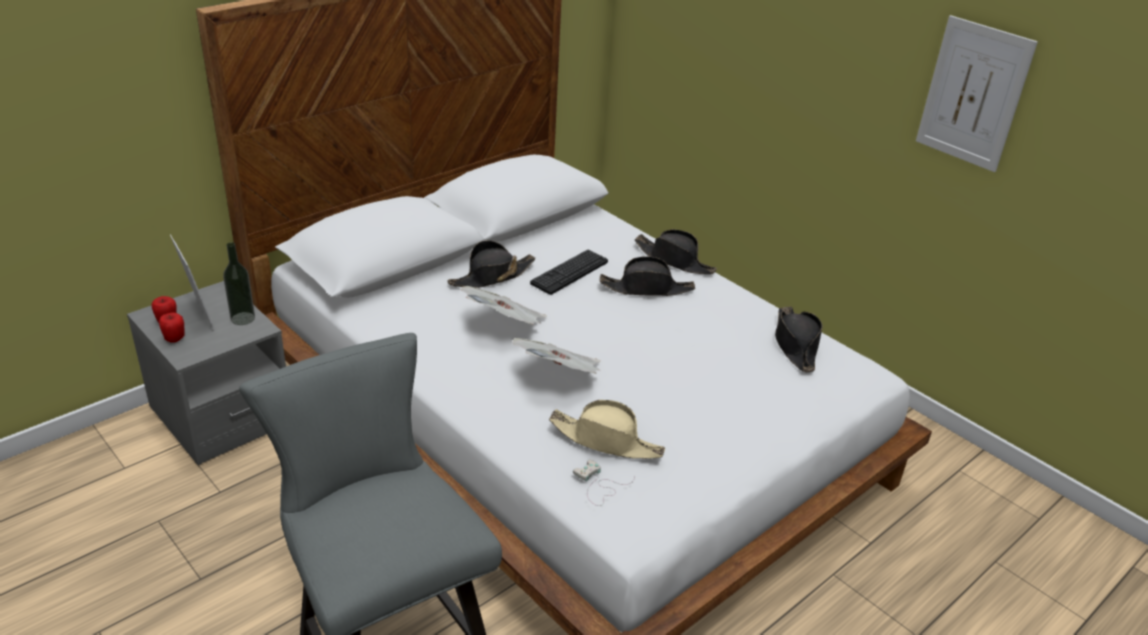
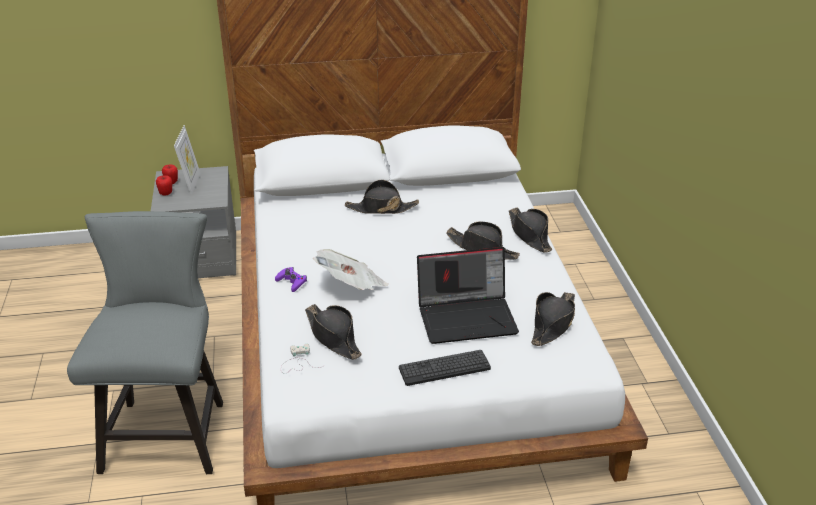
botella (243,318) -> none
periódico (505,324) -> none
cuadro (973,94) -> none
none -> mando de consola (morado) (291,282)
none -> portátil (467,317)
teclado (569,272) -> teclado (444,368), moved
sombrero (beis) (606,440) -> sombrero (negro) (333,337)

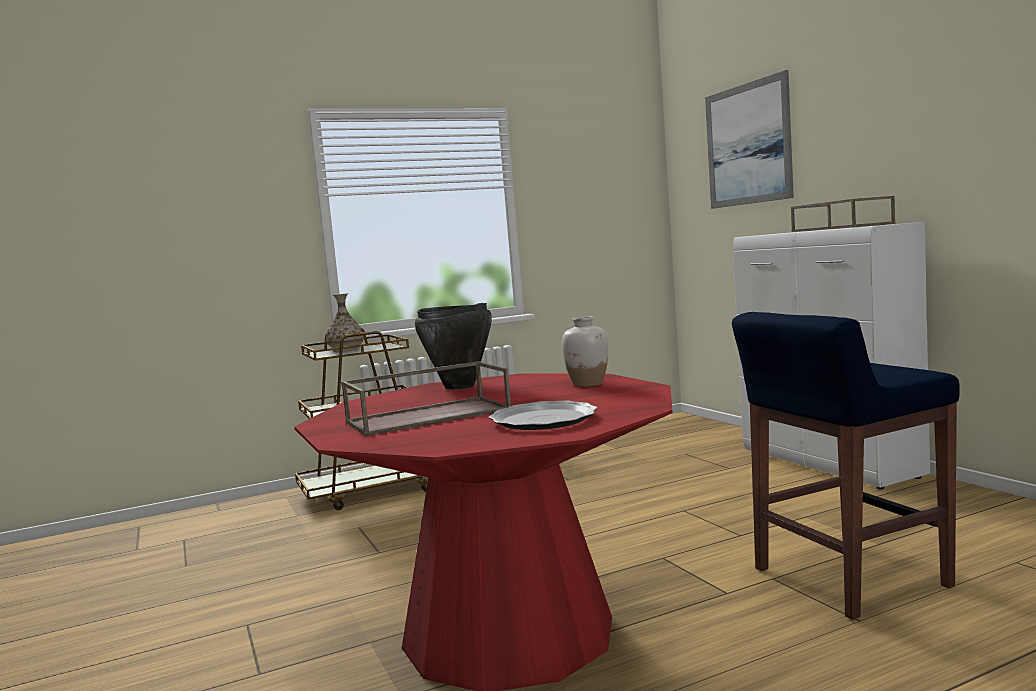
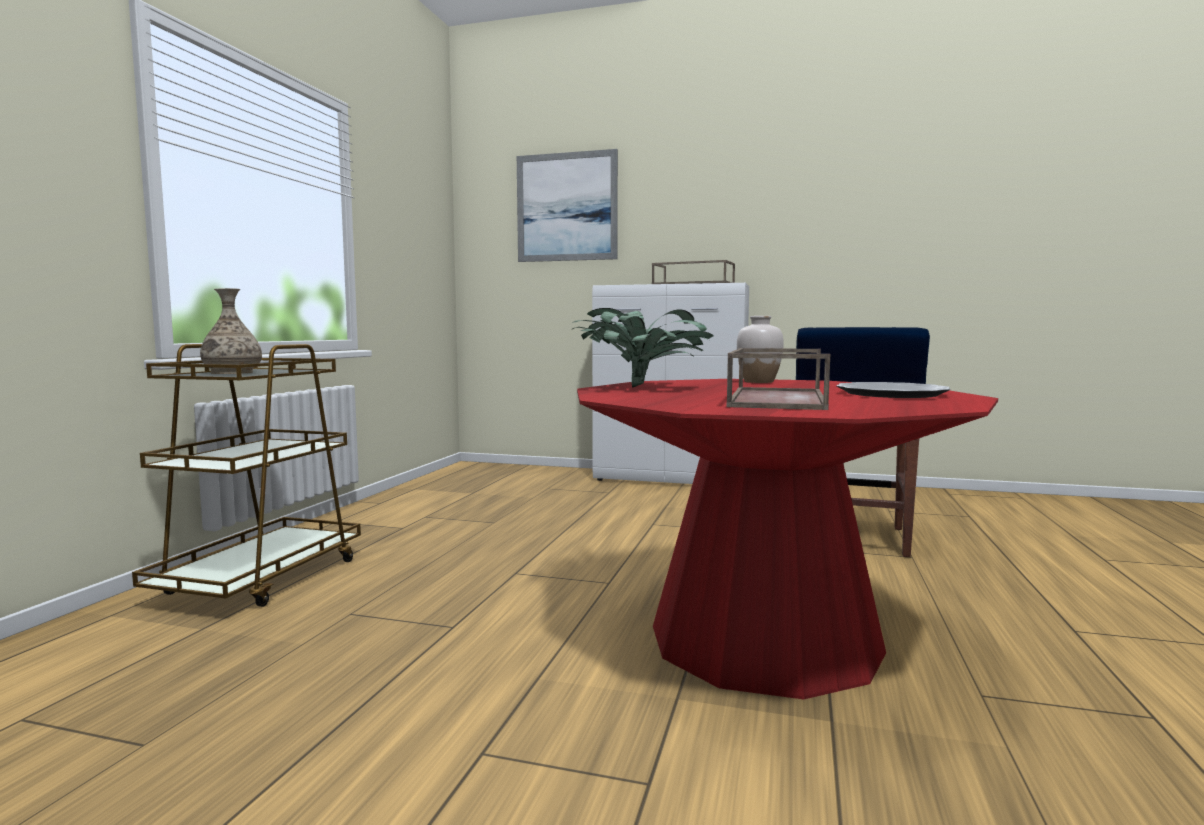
olla (negro) (459,386) -> planta en maceta (642,387)

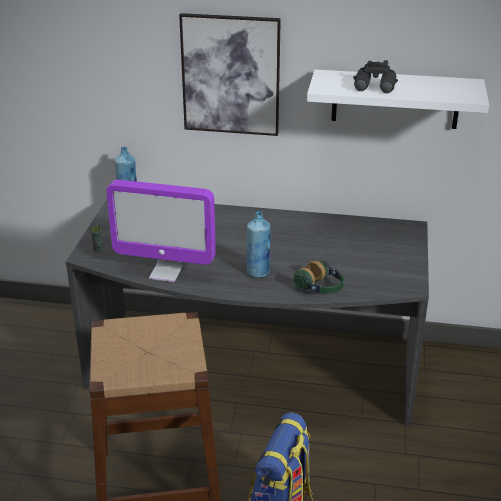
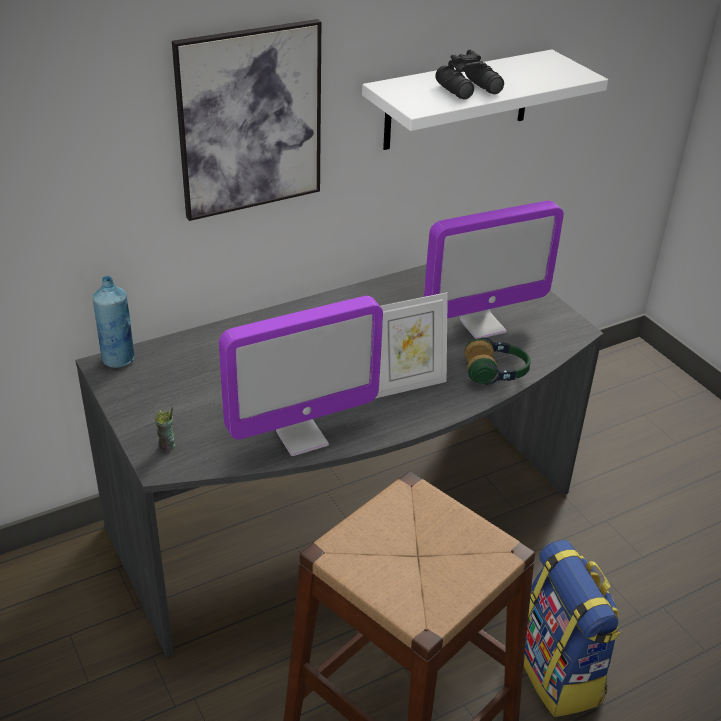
none -> monitor (482,325)
botella (azul) (258,272) -> portarretratos (407,385)

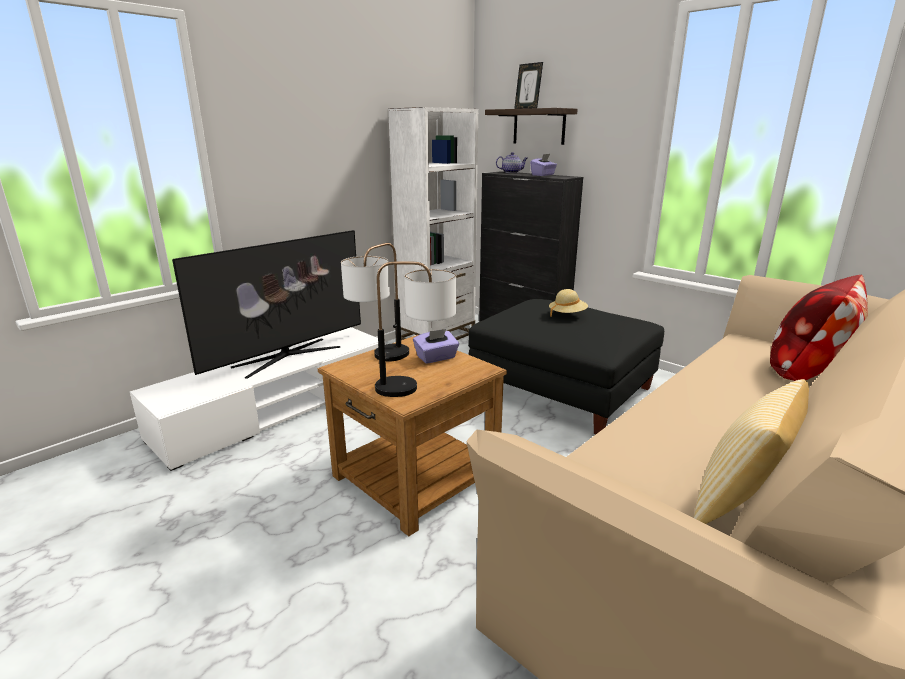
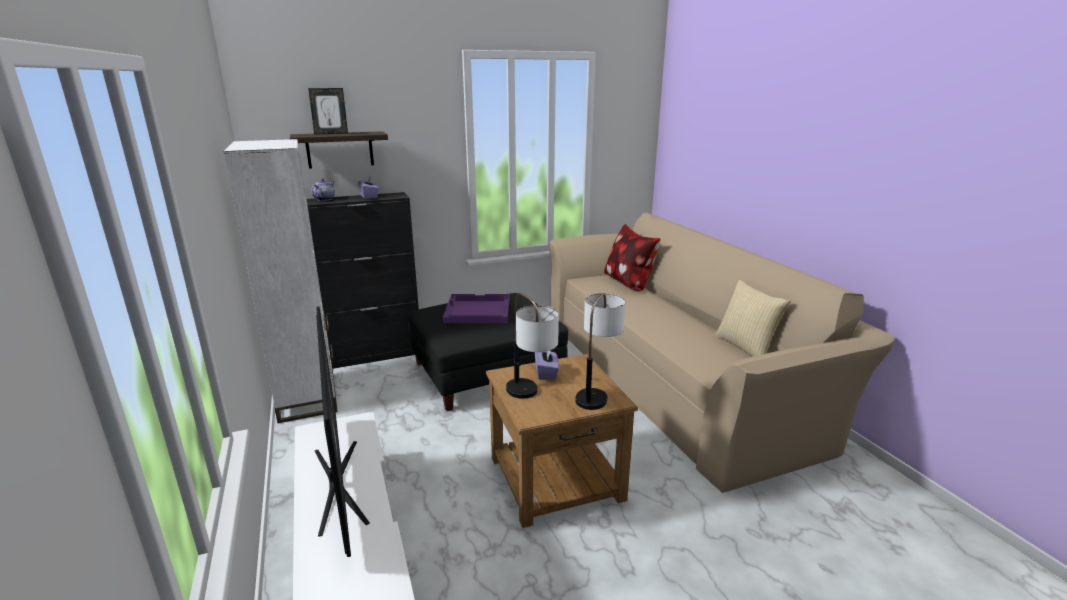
sombrero (beis) (567,314) -> bandeja (morado) (477,310)

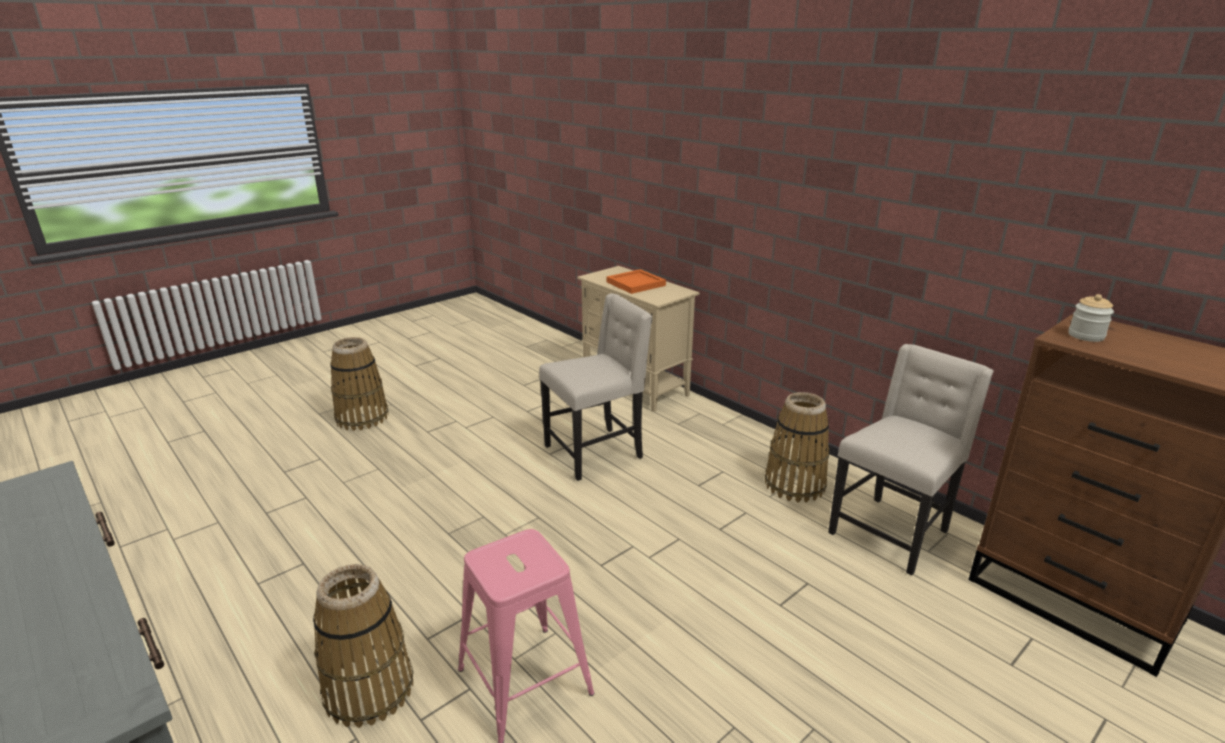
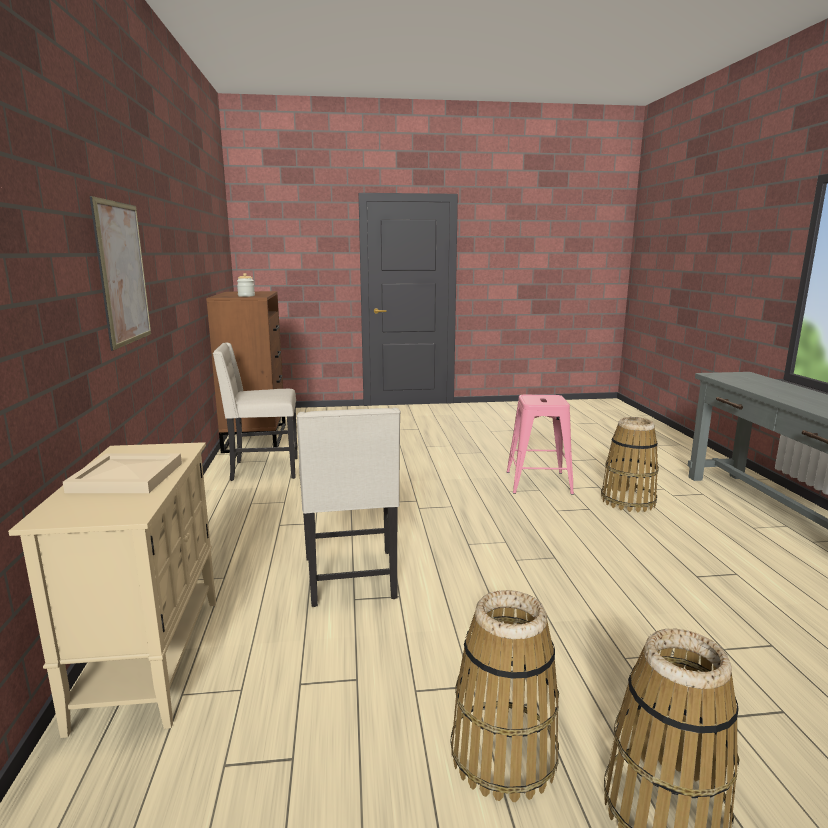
none -> cuadro (123,273)
cesta (795,485) -> cesta (503,754), moved
bandeja (naranja) (637,284) -> bandeja (beis) (126,477)
silla (beis) (596,452) -> silla (beis) (352,579), 105 degrees counterclockwise

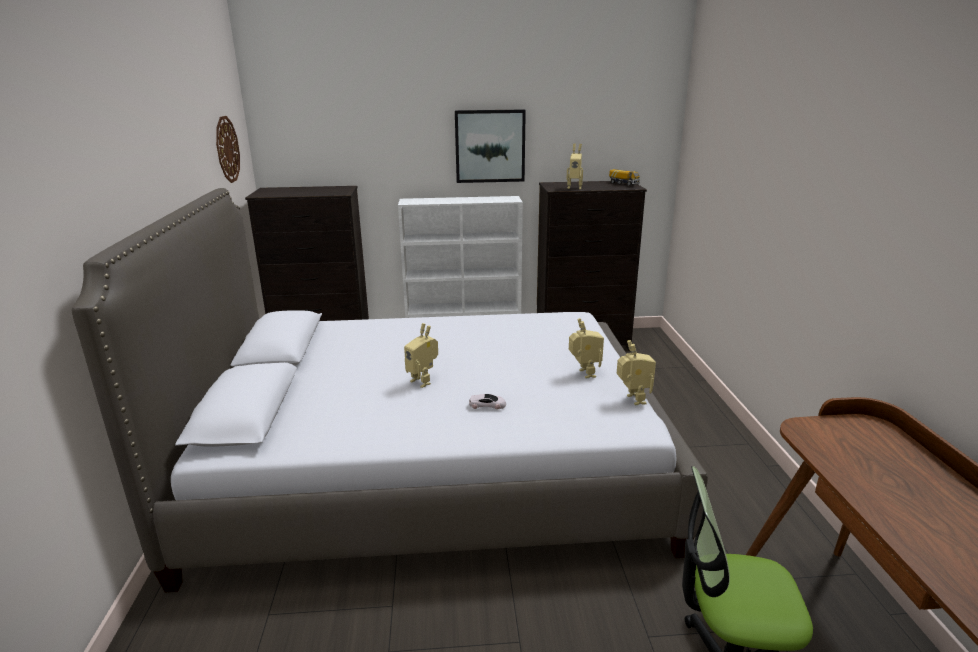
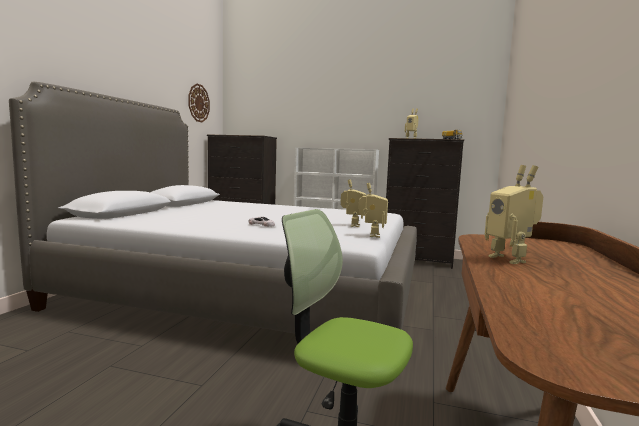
cuadro (490,146) -> none
robot de juguete (423,381) -> robot de juguete (510,259), moved

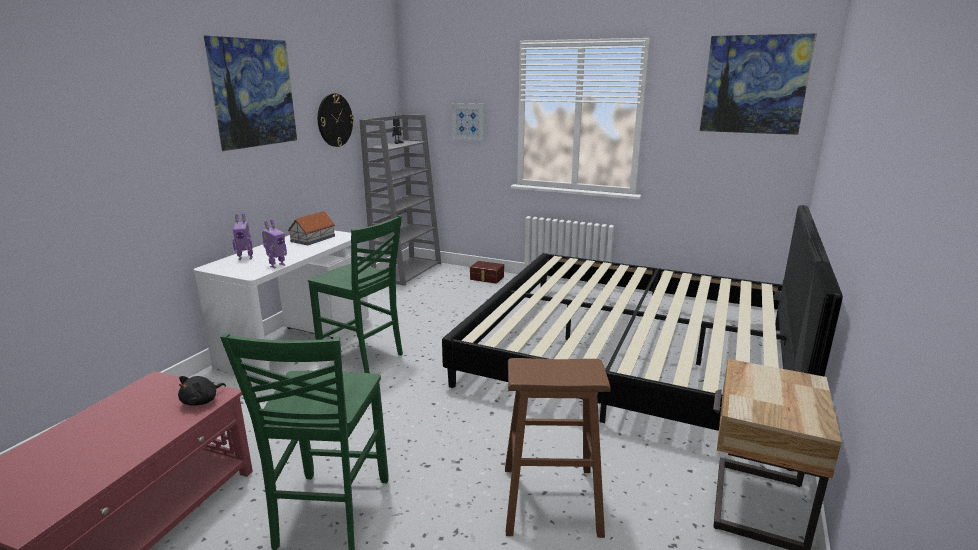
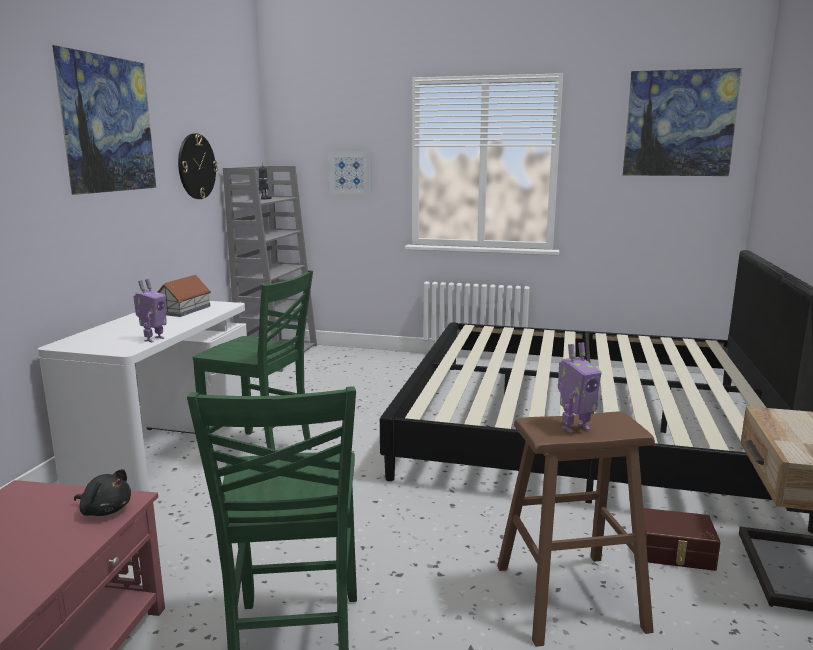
robot de juguete (245,258) -> robot de juguete (574,428), moved
caja de almacenaje (marrón) (486,278) -> caja de almacenaje (marrón) (675,553), moved
peluche (negro) (202,401) -> peluche (negro) (105,510), 90 degrees counterclockwise

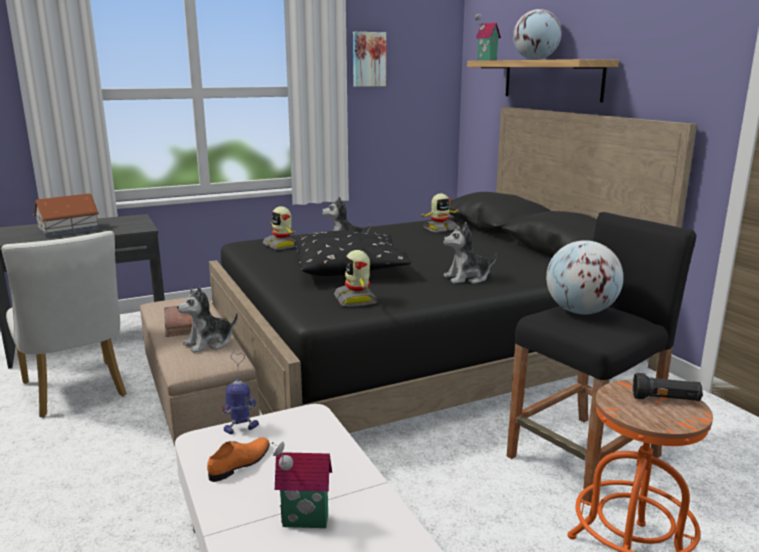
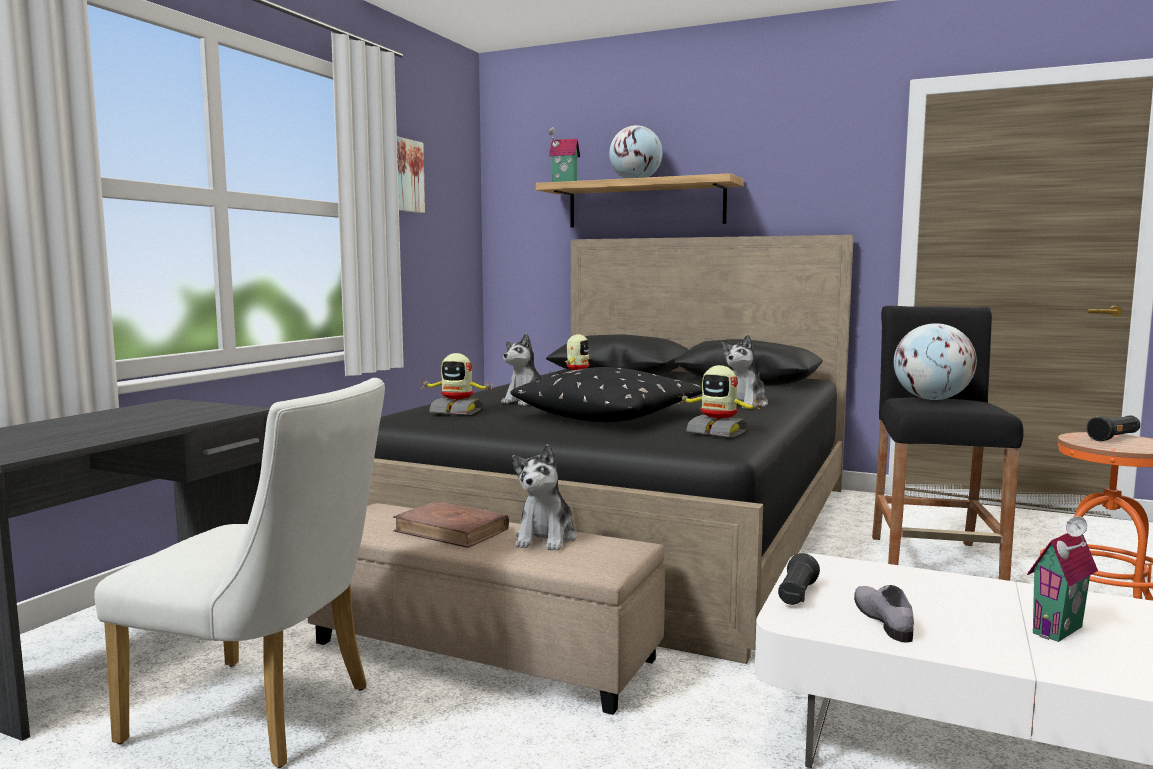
casita (69,229) -> none
robot de juguete (241,428) -> linterna (negro) (796,595)
zapato (naranja) (241,463) -> zapato (gris) (884,618)

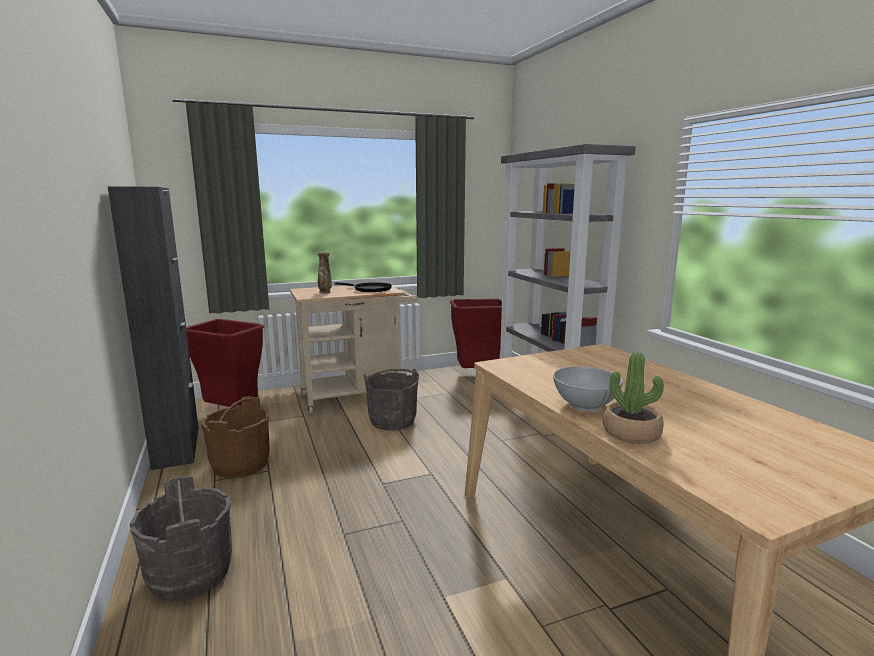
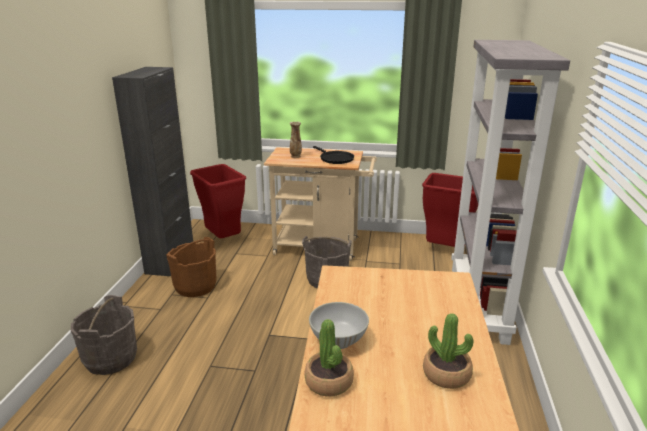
none -> planta en maceta (446,374)

